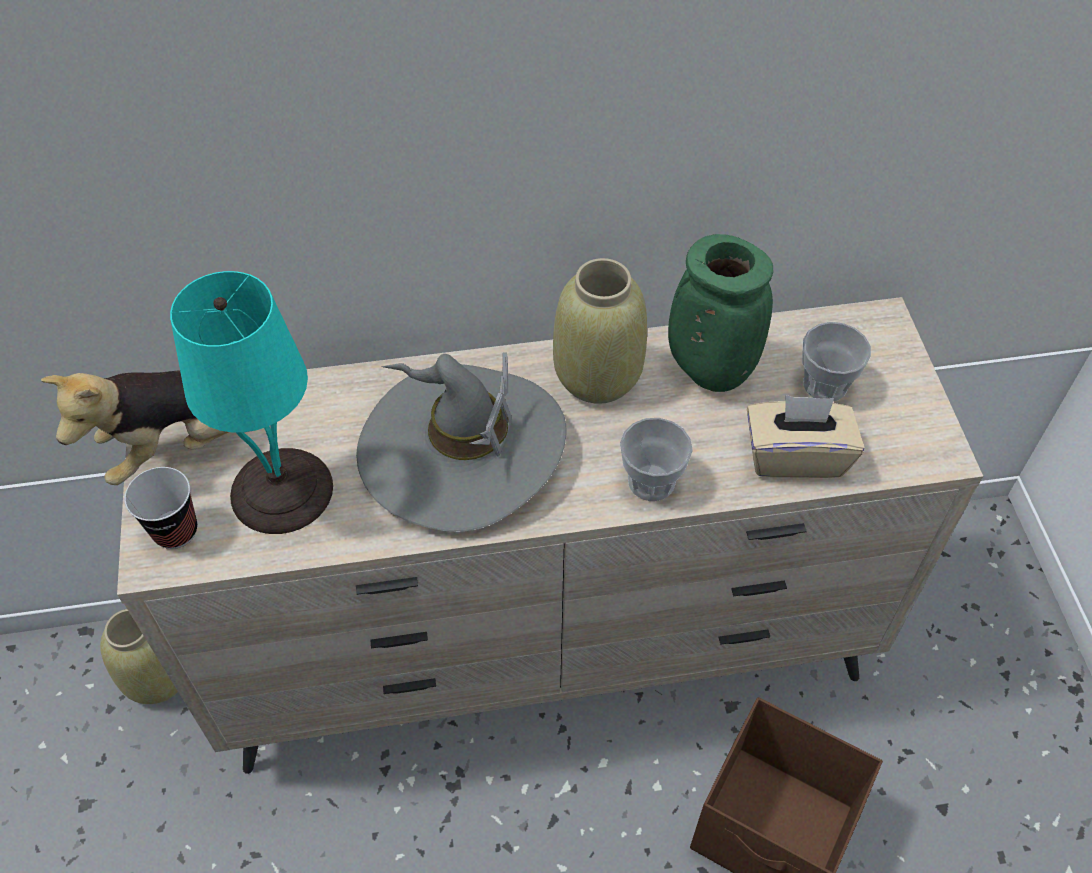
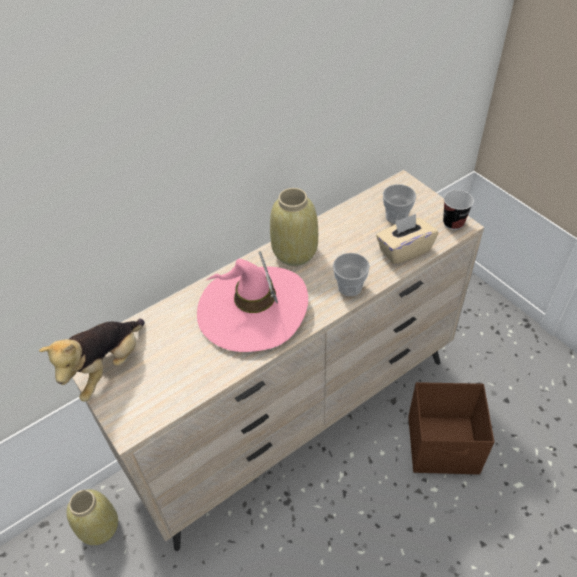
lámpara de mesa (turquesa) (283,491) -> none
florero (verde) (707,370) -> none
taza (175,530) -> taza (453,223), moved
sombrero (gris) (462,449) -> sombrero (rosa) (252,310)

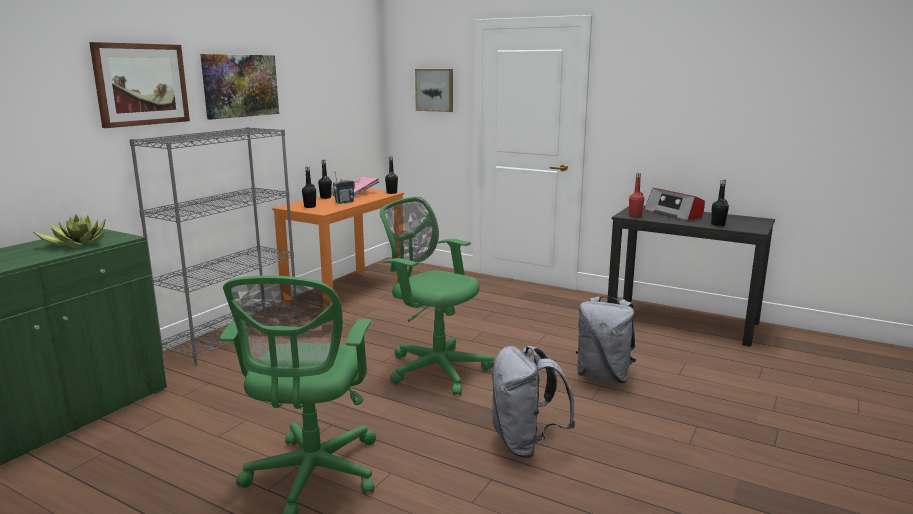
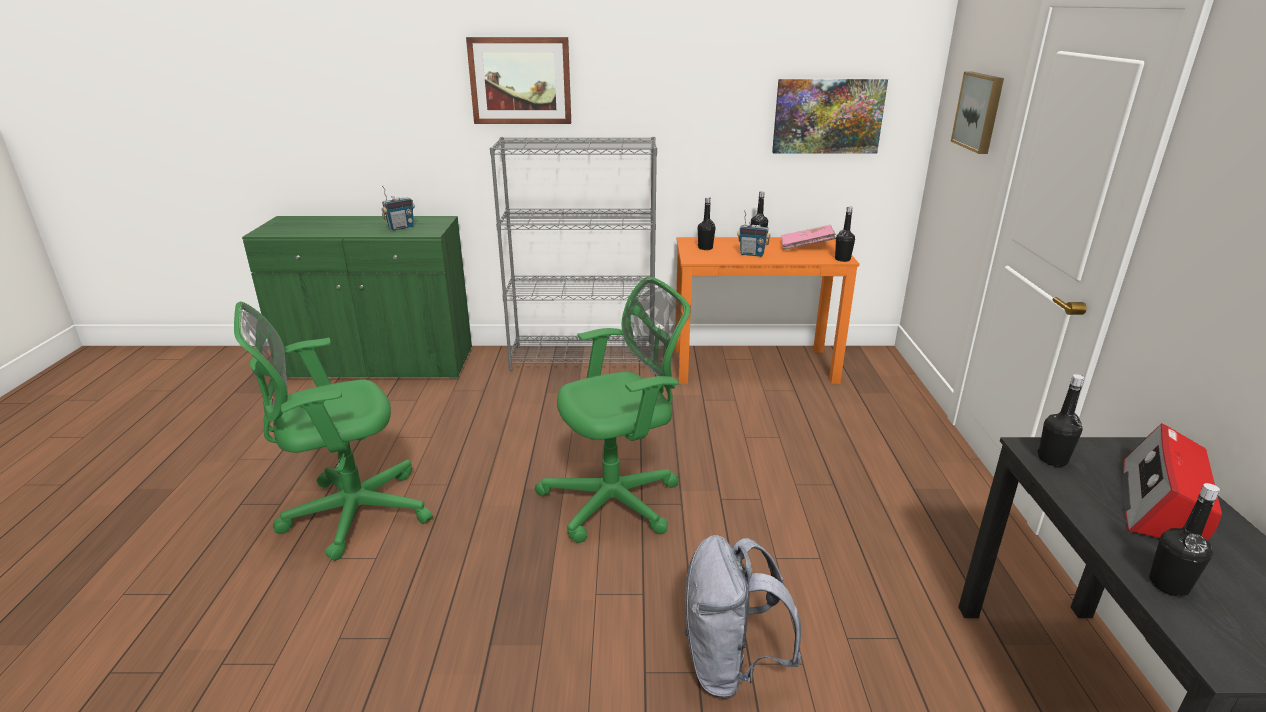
mochila (gris) (526,443) -> none
cuadro (240,85) -> cuadro (827,116), moved
planta en maceta (77,244) -> radio (401,227)
botella (rojo) (635,216) -> botella (negro) (1052,459)
silla de oficina (verde) (435,368) -> silla de oficina (verde) (617,500), 60 degrees clockwise

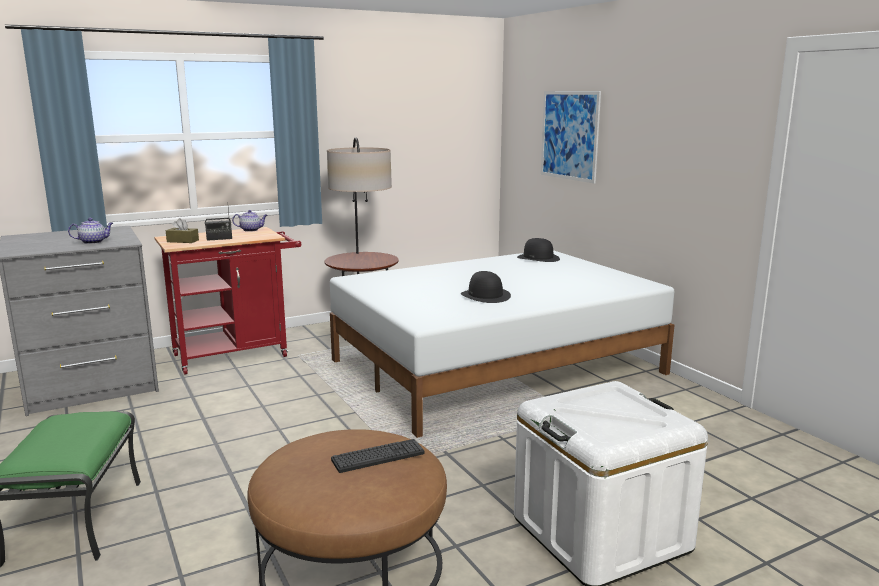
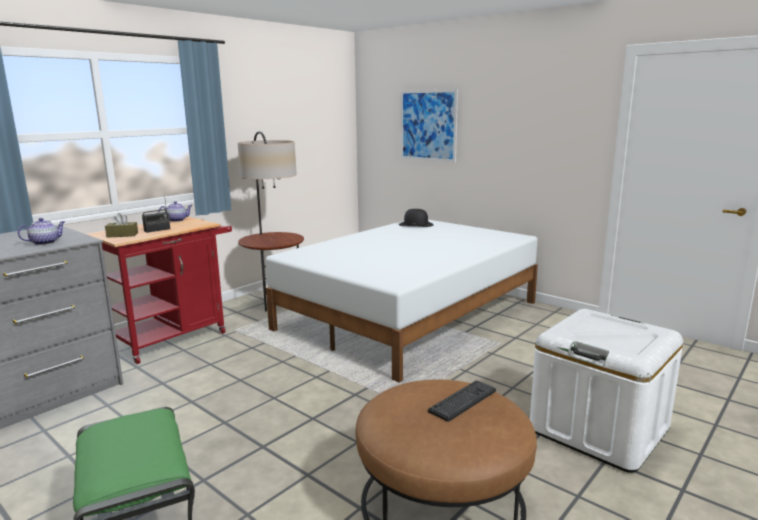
sombrero (negro) (485,295) -> none

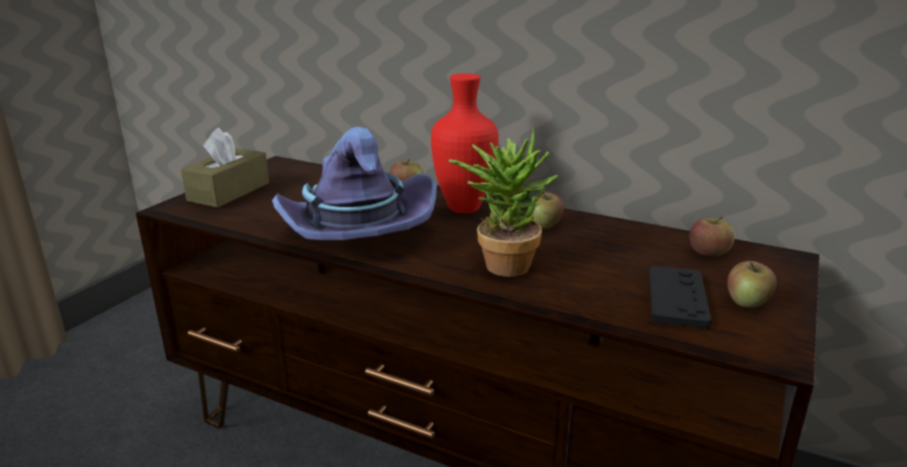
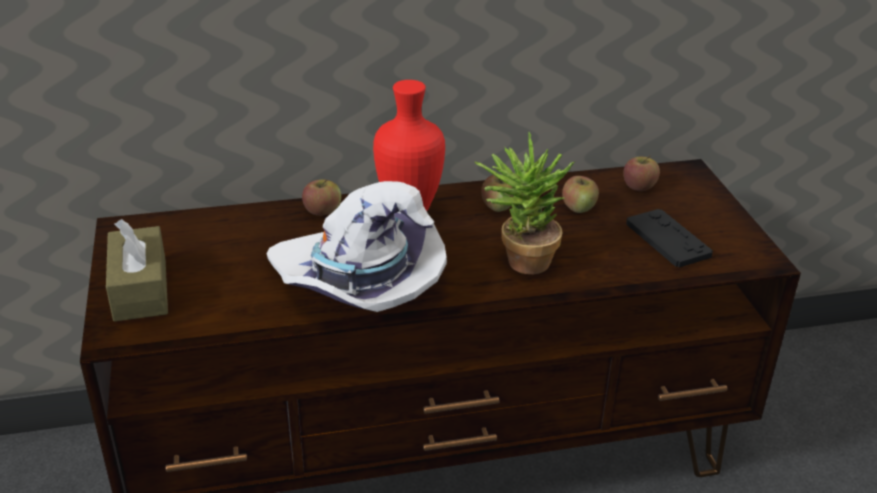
manzana (747,301) -> manzana (578,207), moved
sombrero (morado) (354,233) -> sombrero (blanco) (358,283)

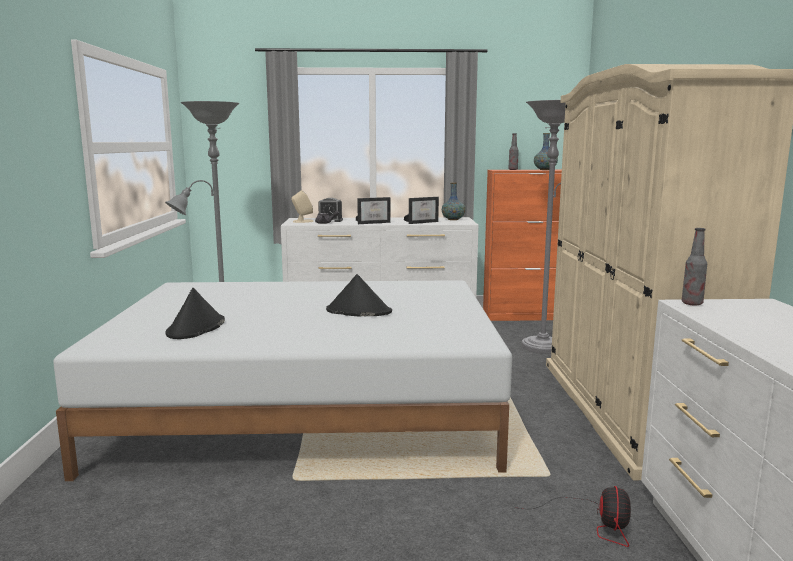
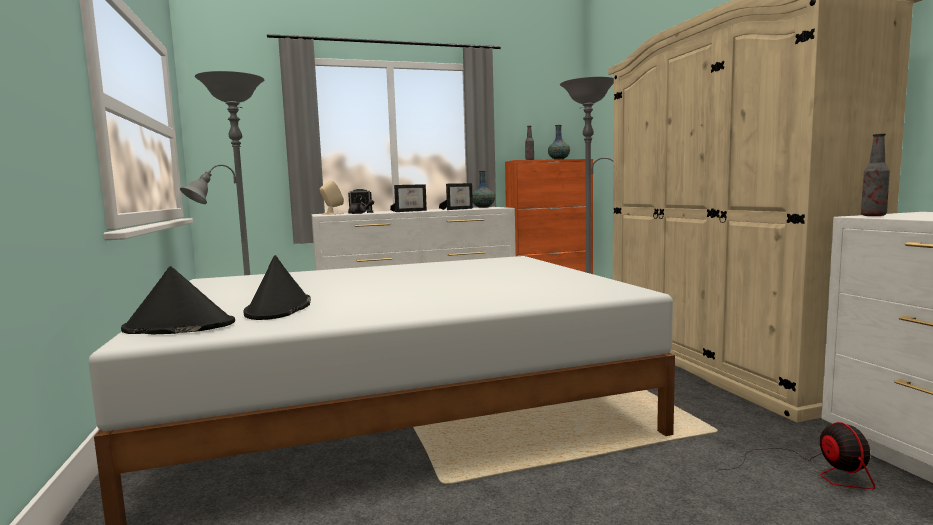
sombrero (negro) (358,311) -> sombrero (negro) (178,327), moved

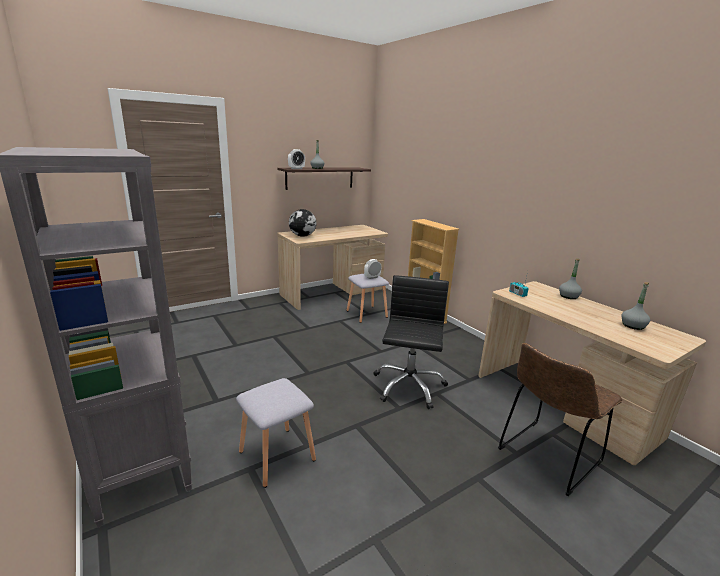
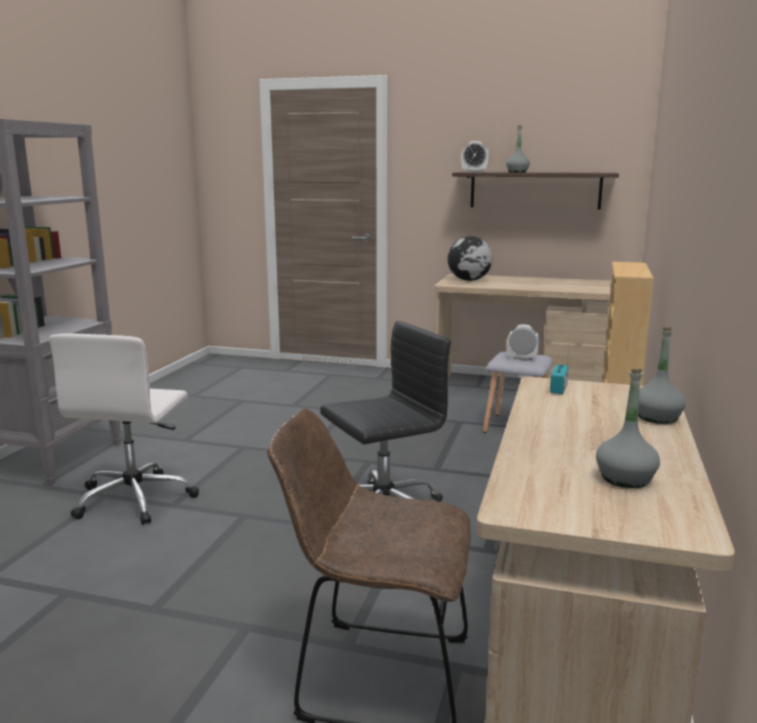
taburete (gris) (276,456) -> silla de oficina (blanco) (135,499)

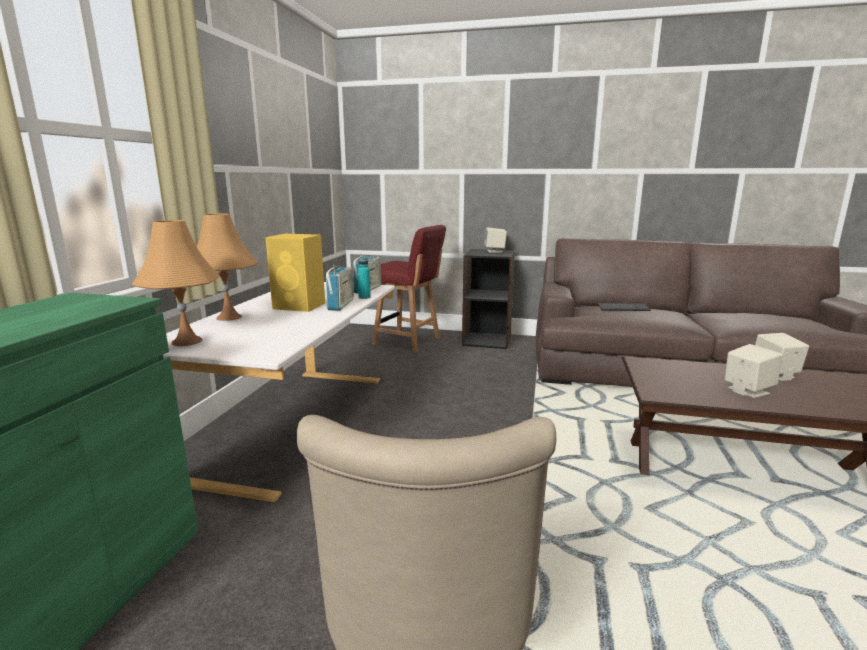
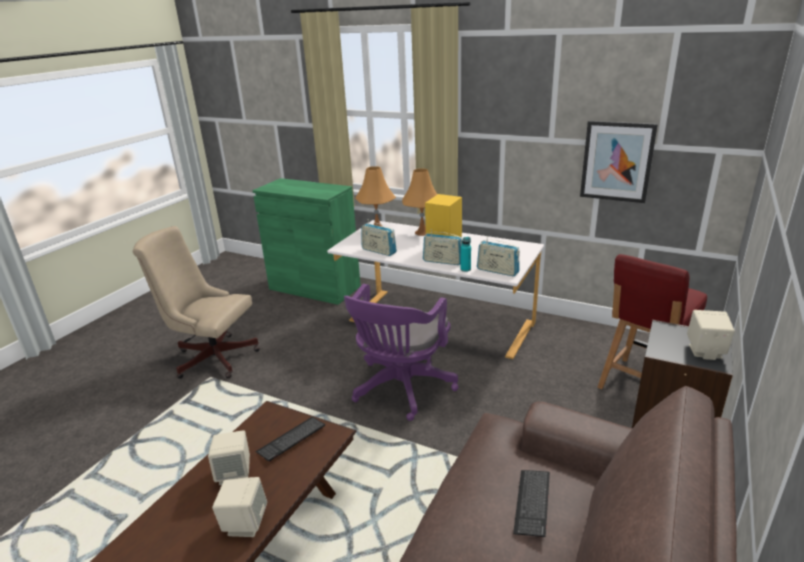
none -> teclado (291,439)
none -> silla de oficina (morado) (401,389)
none -> radio (379,251)
none -> cuadro (617,161)

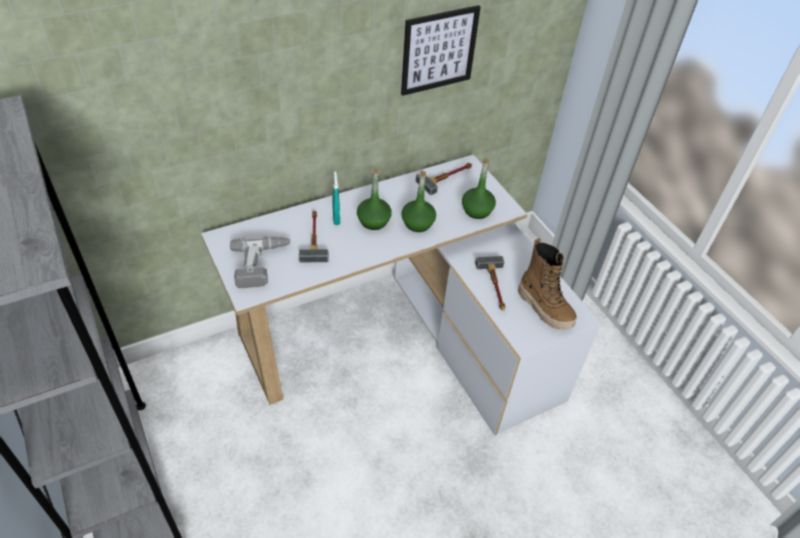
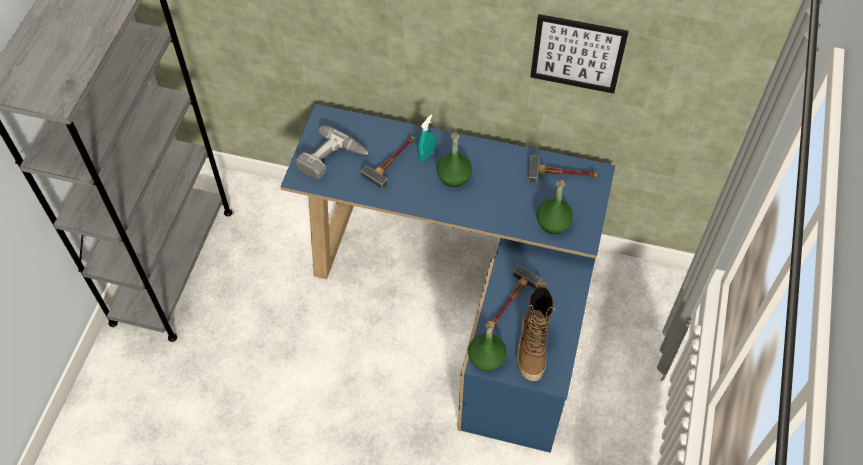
botella (verde) (418,223) -> botella (verde) (486,358), moved
escritorio (blanco) (403,338) -> escritorio (azul) (466,296)

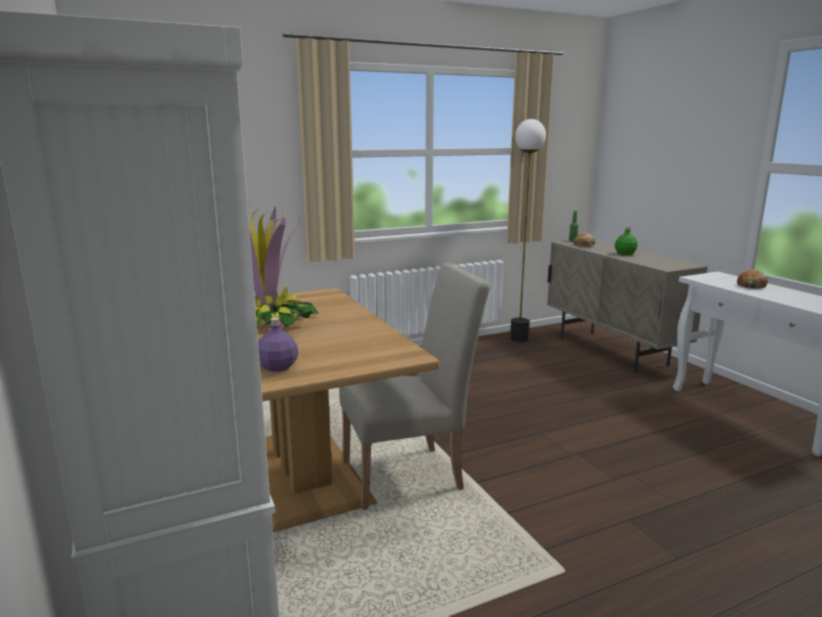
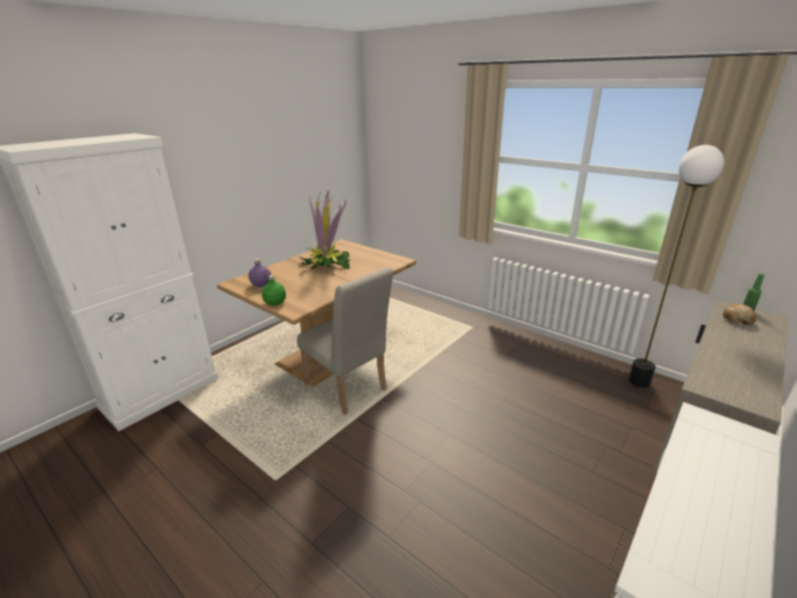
pan (751,286) -> none
botella (verde) (625,254) -> botella (verde) (275,303), moved

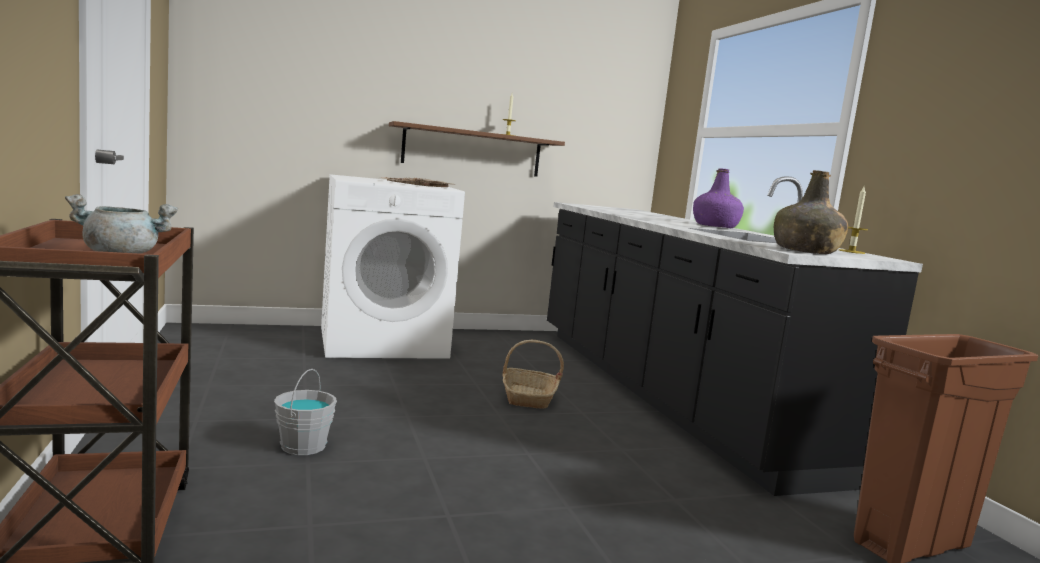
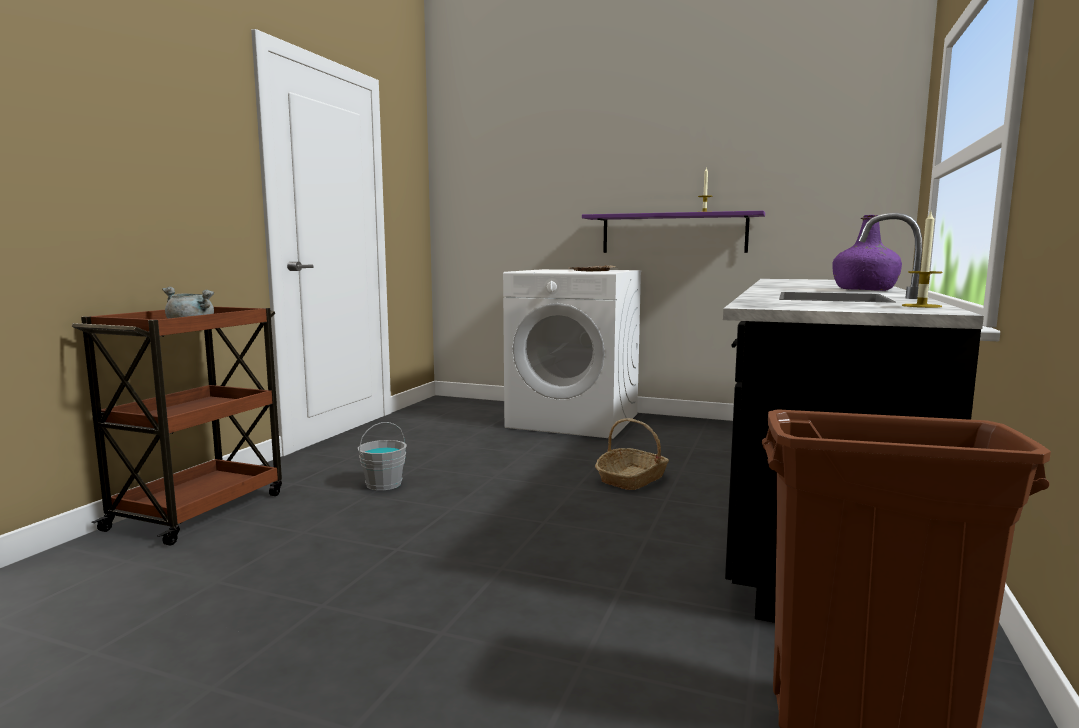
botella (verde) (805,251) -> none
estante (marrón) (472,151) -> estante (morado) (673,233)

